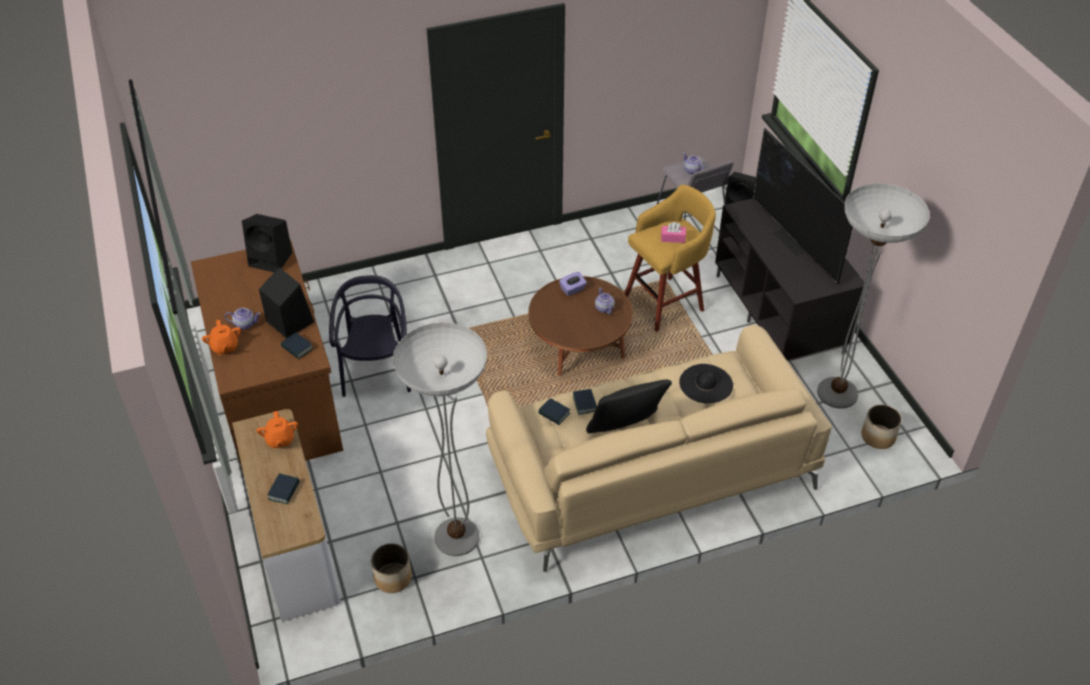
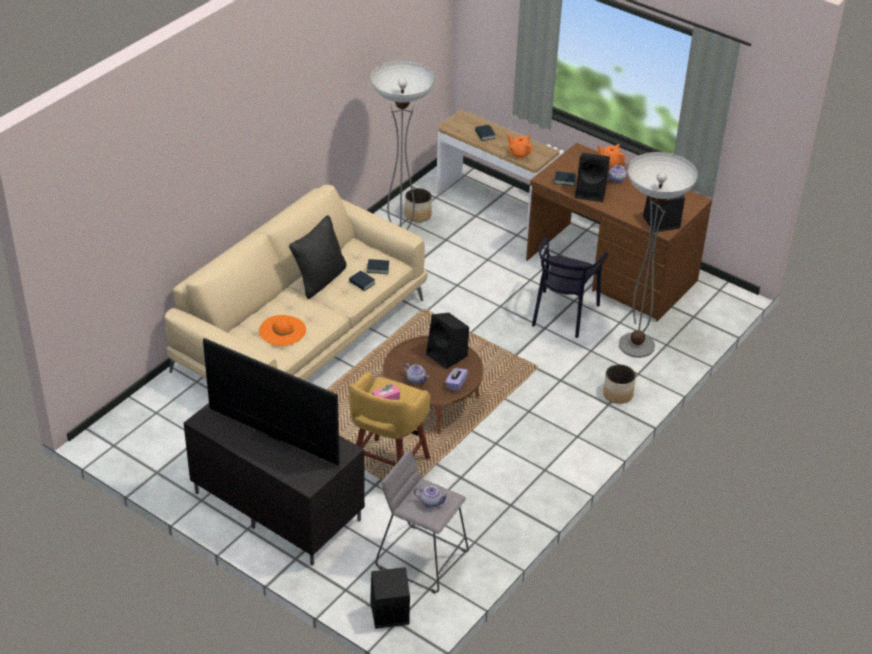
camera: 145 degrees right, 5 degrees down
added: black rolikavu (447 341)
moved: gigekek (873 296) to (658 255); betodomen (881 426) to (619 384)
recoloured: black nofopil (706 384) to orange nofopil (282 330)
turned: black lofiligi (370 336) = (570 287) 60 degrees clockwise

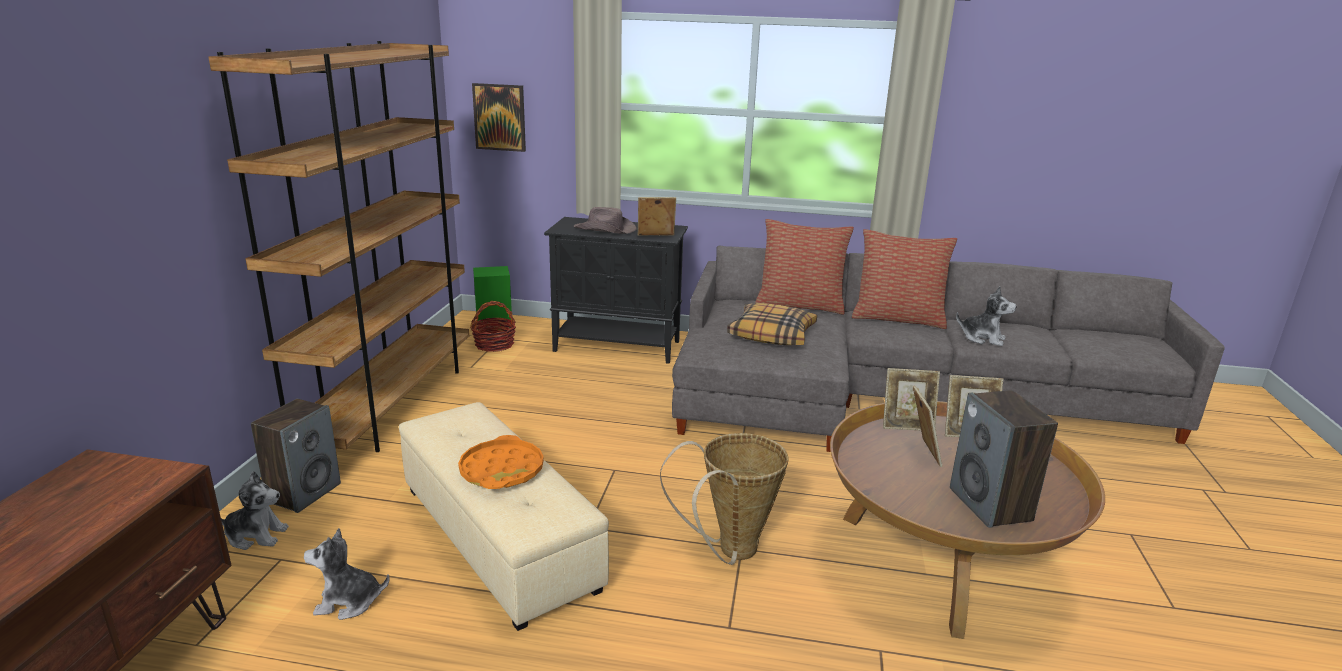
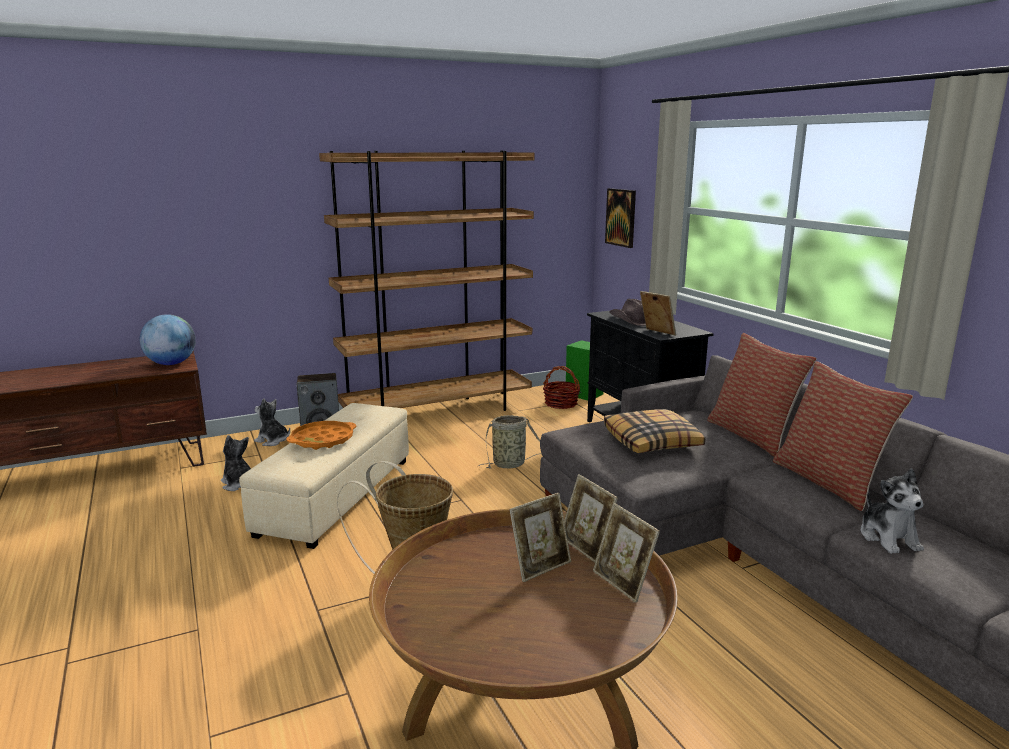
camera: 55 degrees right, 5 degrees down
removed: rolikavu (1004 459)
added: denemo (168 339); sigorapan (510 442)
turned: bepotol (255 510) = (272 422) 150 degrees clockwise

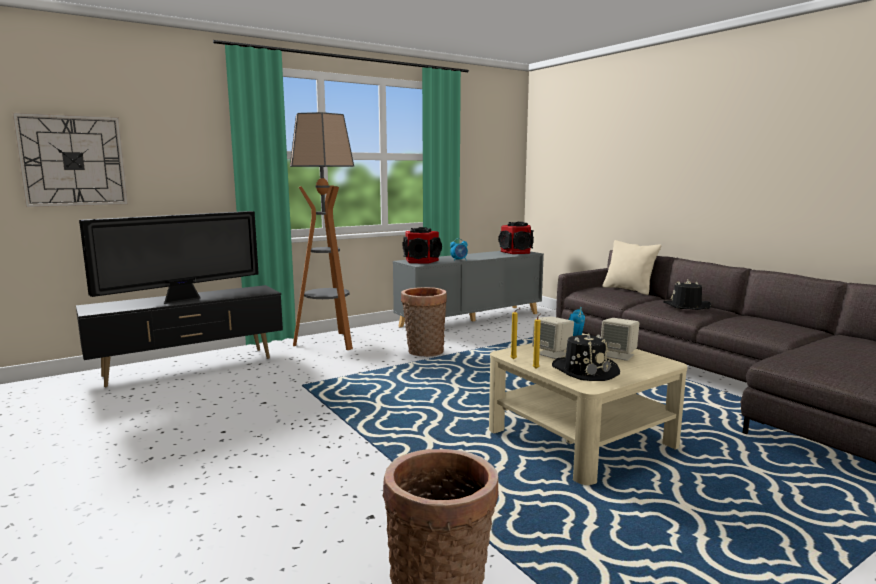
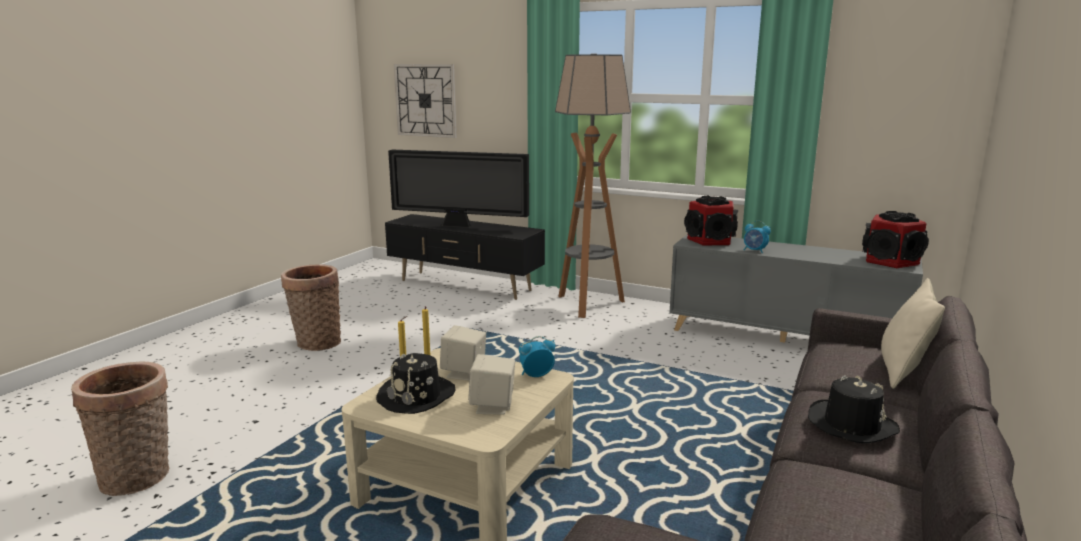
camera: 60 degrees right, 5 degrees up
moved: sigorapan (424 322) to (311 308)

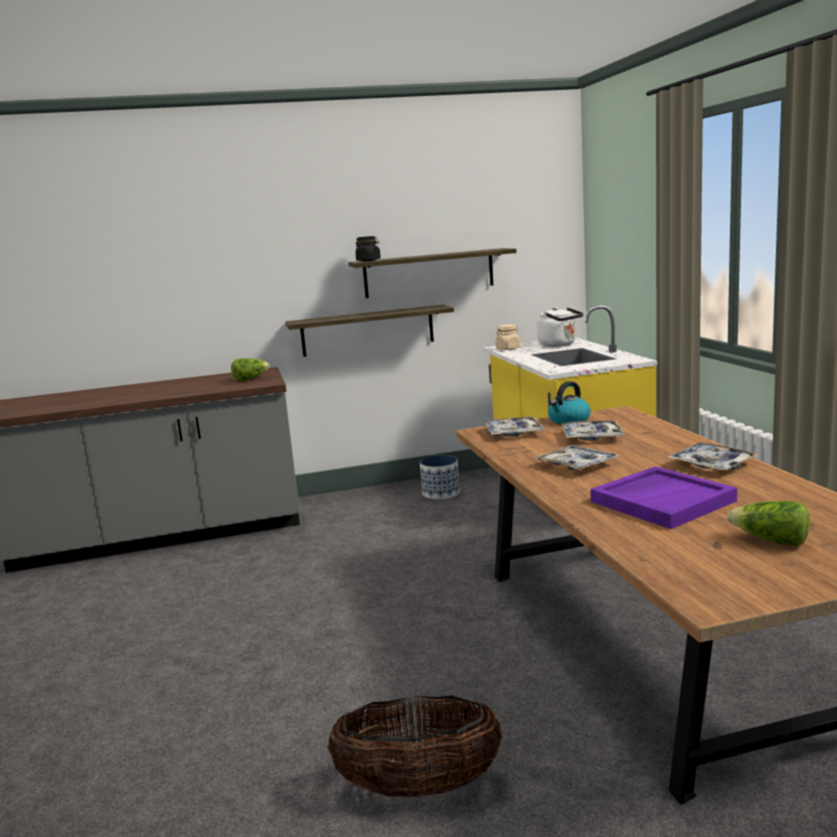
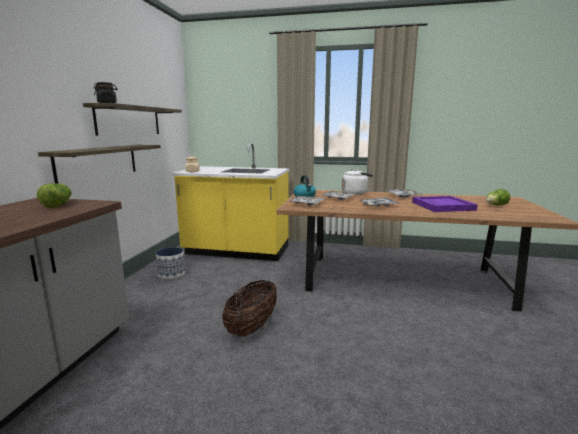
camera: 65 degrees left, 0 degrees up
moved: sigorapan (414 746) to (249 308); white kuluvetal (560 327) to (357 182)

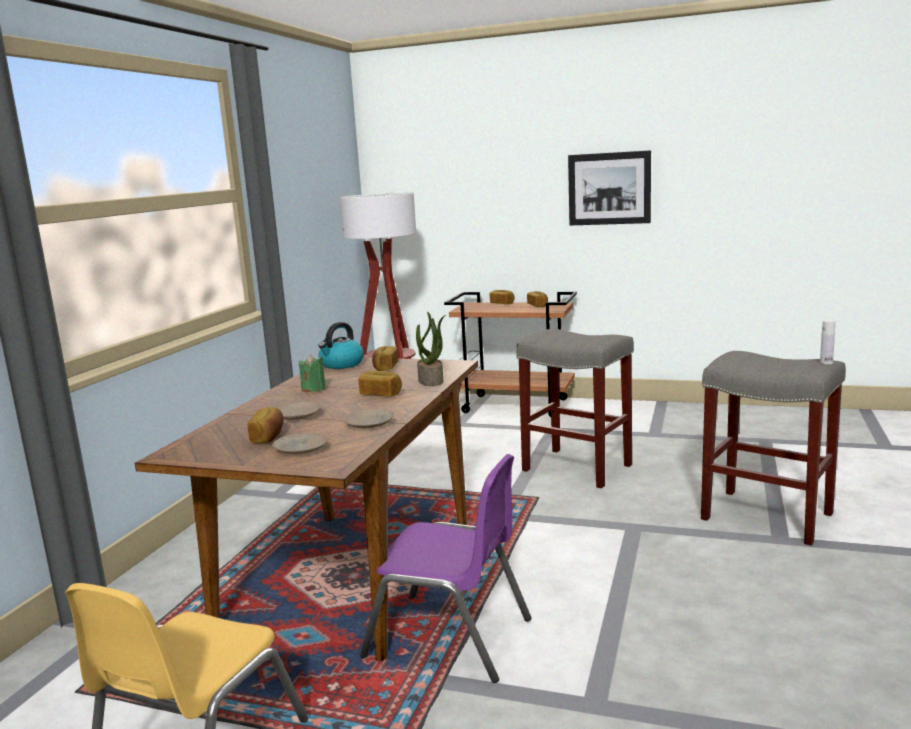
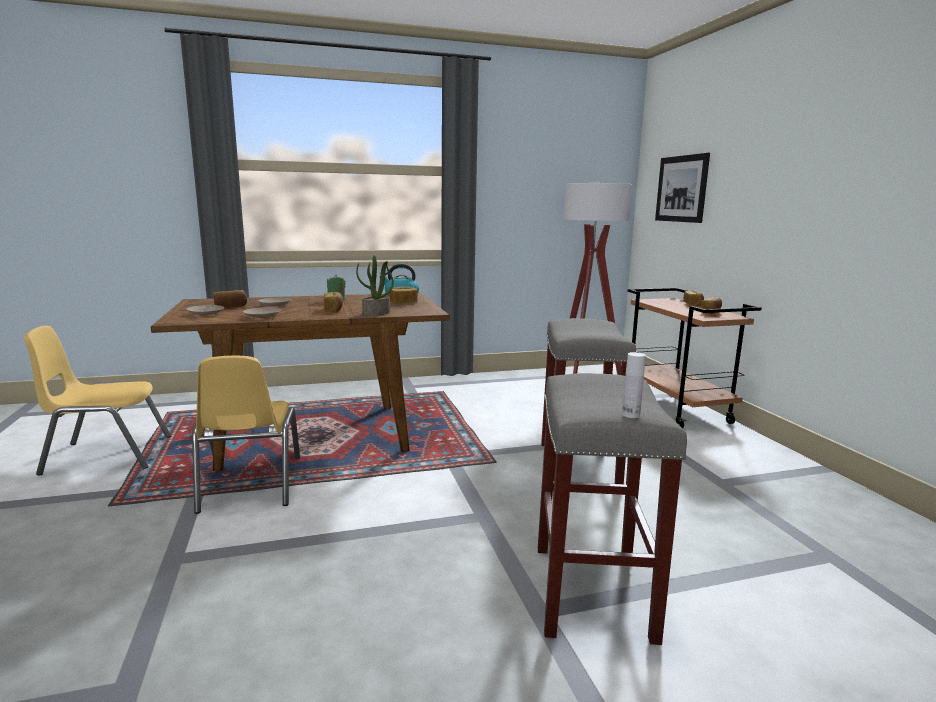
camera: 55 degrees right, 0 degrees up
moved: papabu (609 188) to (682 188)
recoloured: purple lofiligi (445 568) to yellow lofiligi (246 435)

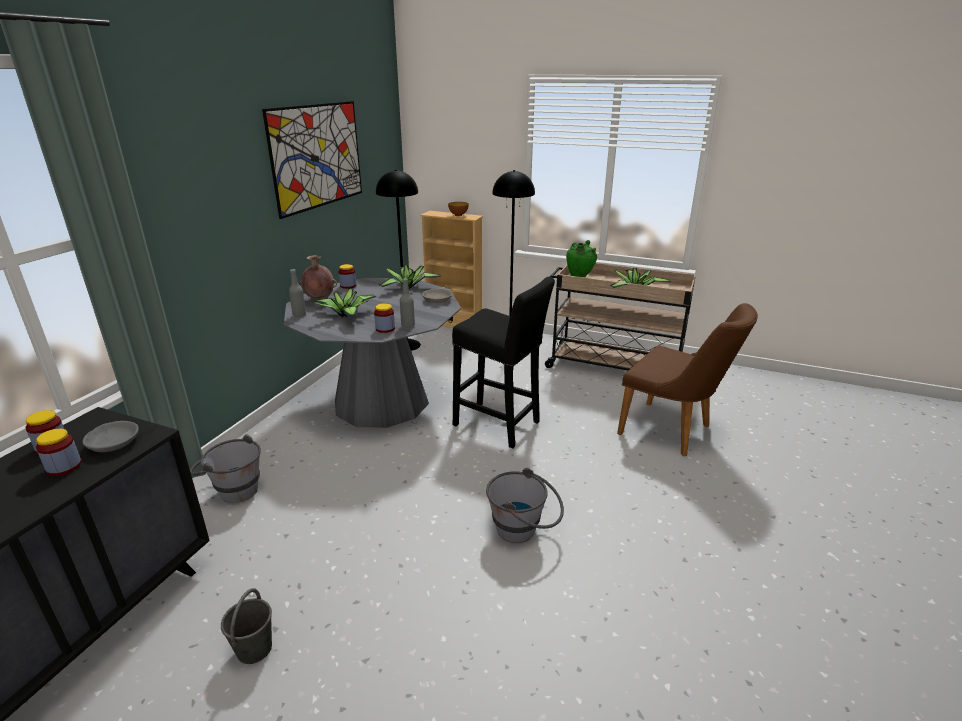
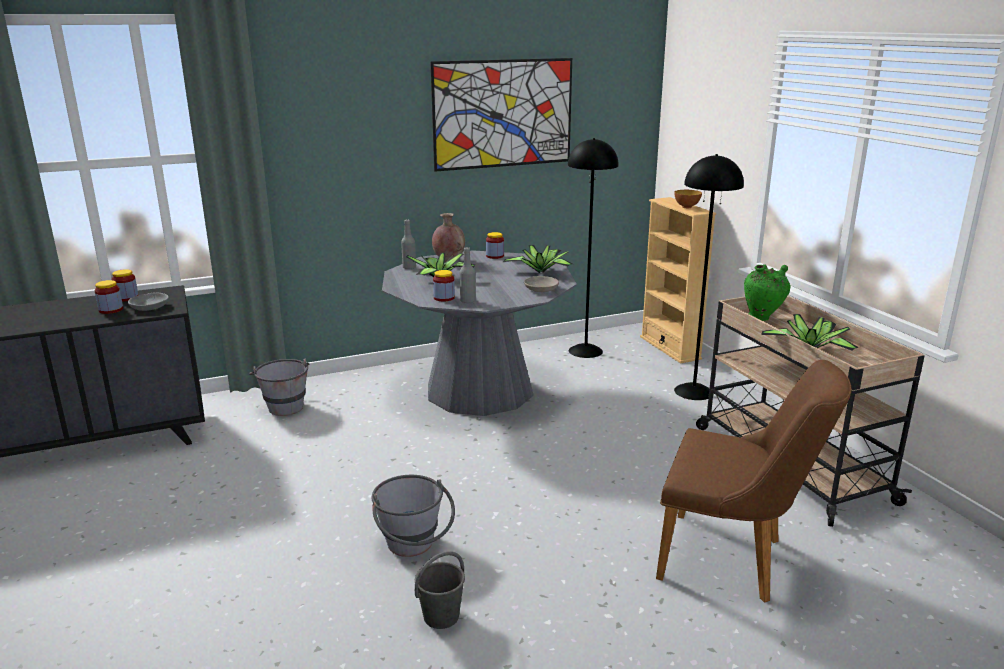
camera: 45 degrees right, 5 degrees down
removed: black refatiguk (503 362)
moved: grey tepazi (246 626) to (440 590)
turned: brown lofiligi (687 379) = (753 481) 60 degrees counterclockwise

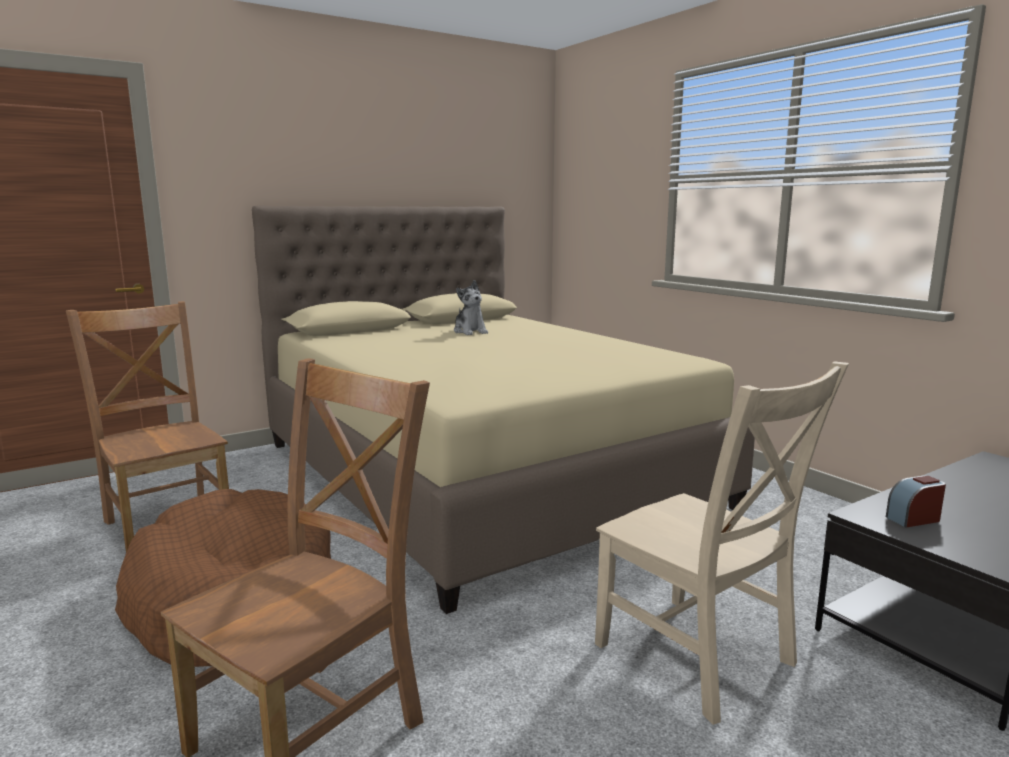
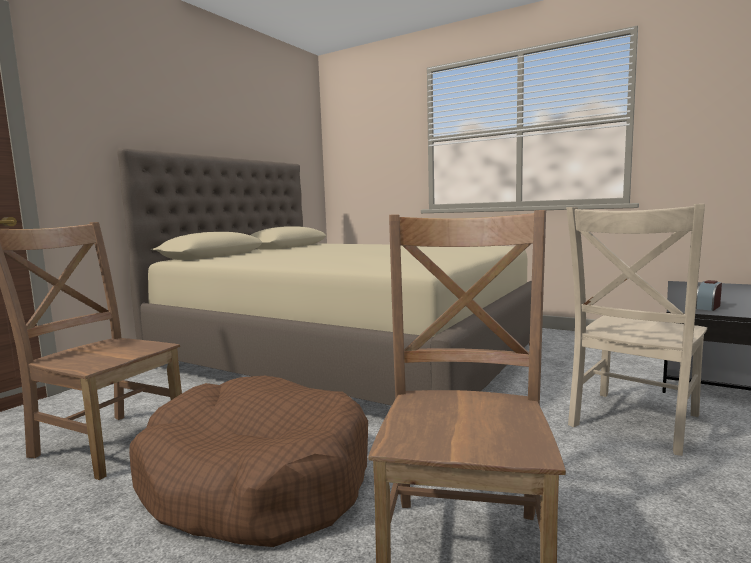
camera: 25 degrees left, 5 degrees down
removed: bepotol (471 307)
turned: beige lofiligi (722 543) = (636 330) 105 degrees clockwise

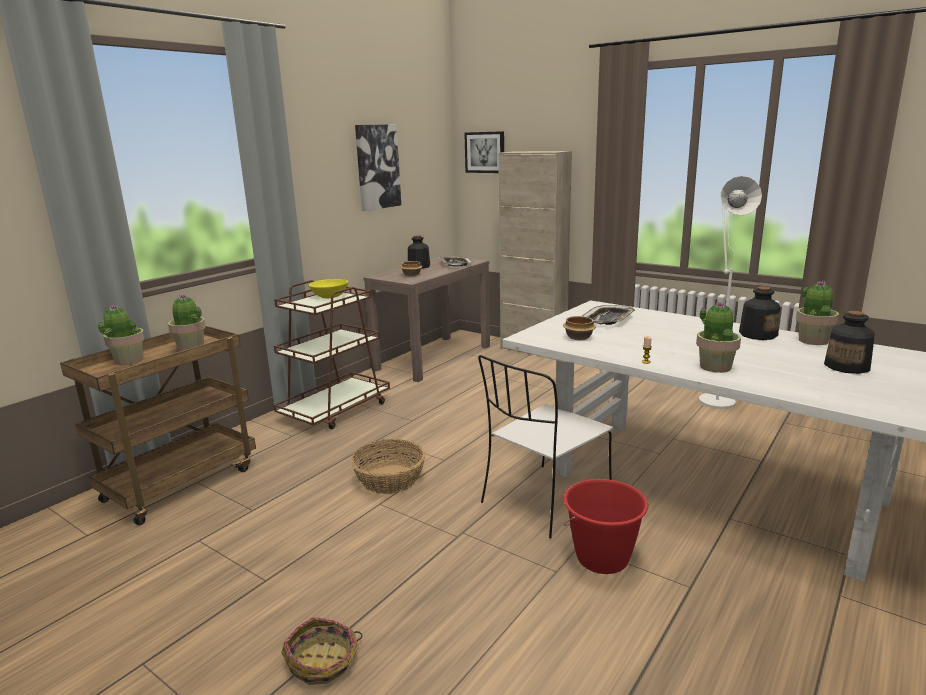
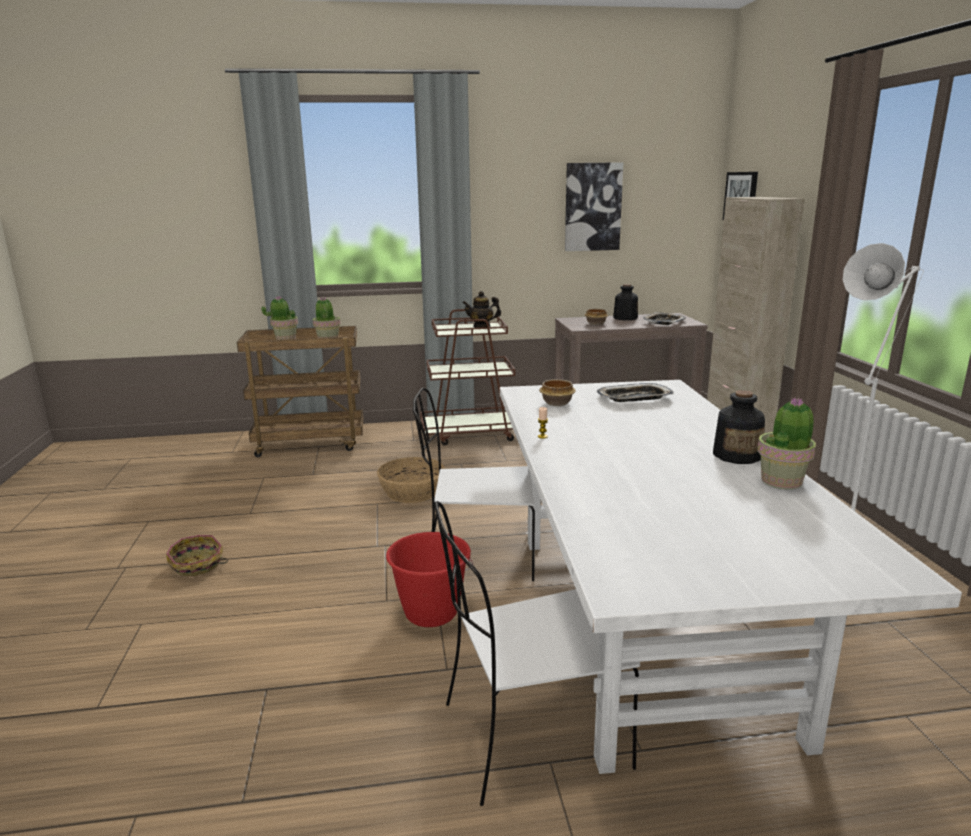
camera: 45 degrees right, 0 degrees up
removed: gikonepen (718 337); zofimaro (849 342)
added: white lofiligi (537 653)
replaced: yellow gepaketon (328 288) to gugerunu (482 309)

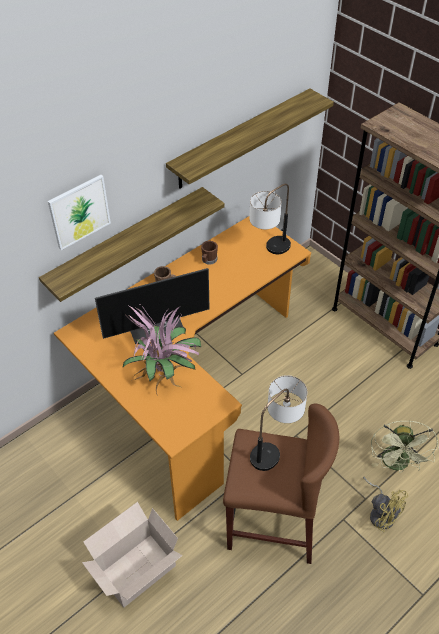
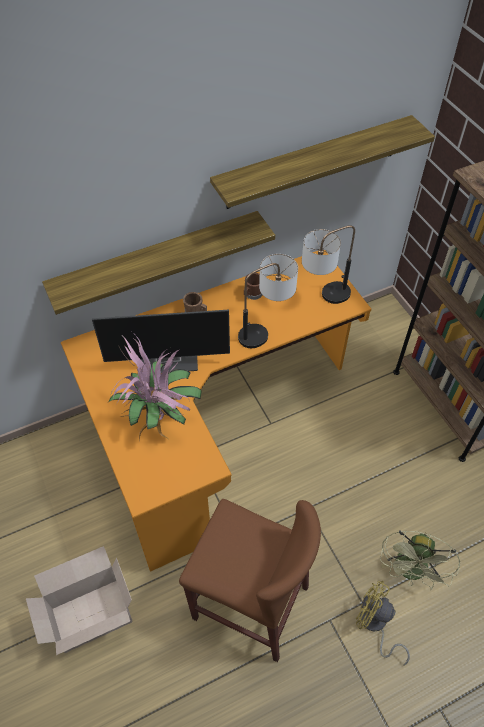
camera: 15 degrees right, 5 degrees up
removed: papabu (79 212)
moved: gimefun (278 423) to (268 301)
turned: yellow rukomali (385 504) = (383 623) 150 degrees clockwise

